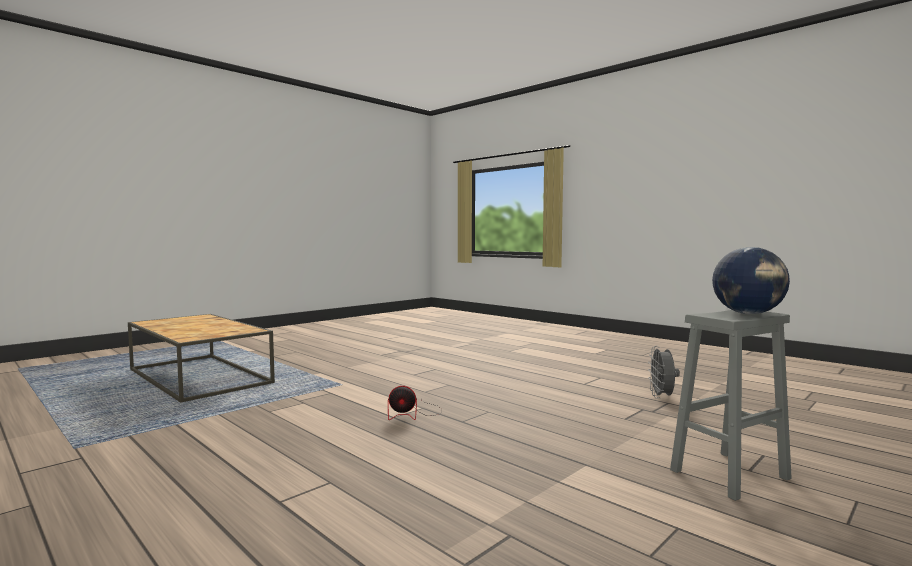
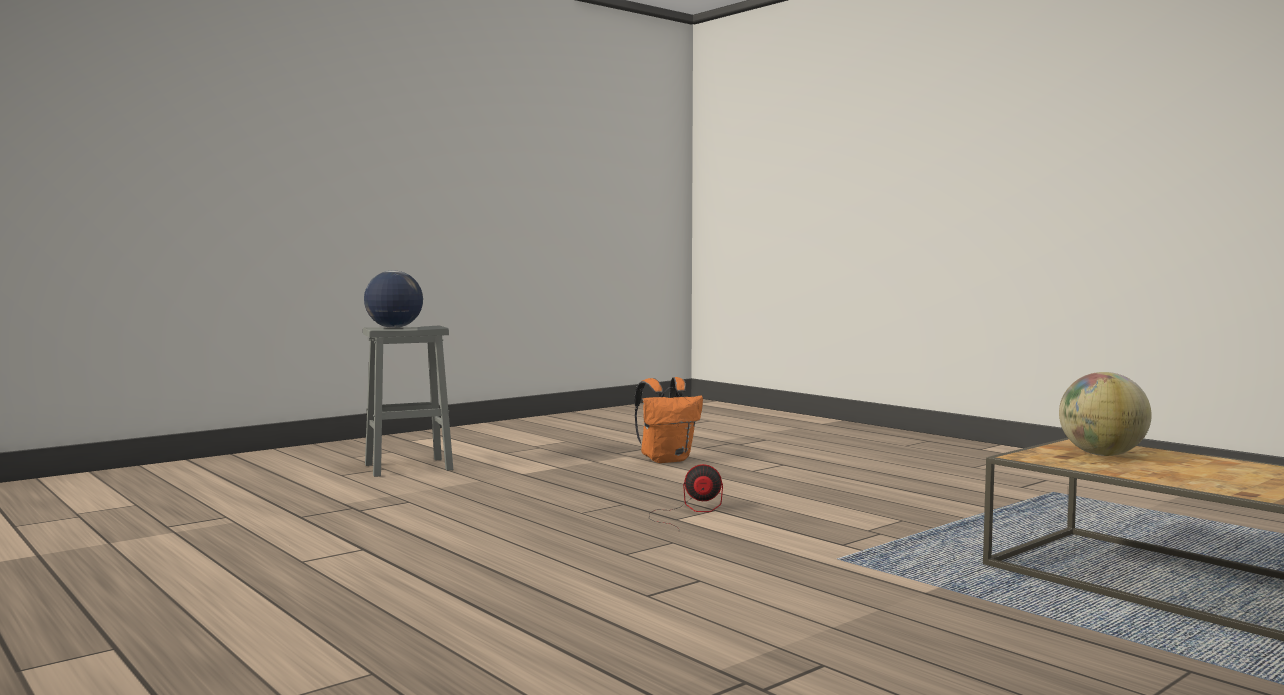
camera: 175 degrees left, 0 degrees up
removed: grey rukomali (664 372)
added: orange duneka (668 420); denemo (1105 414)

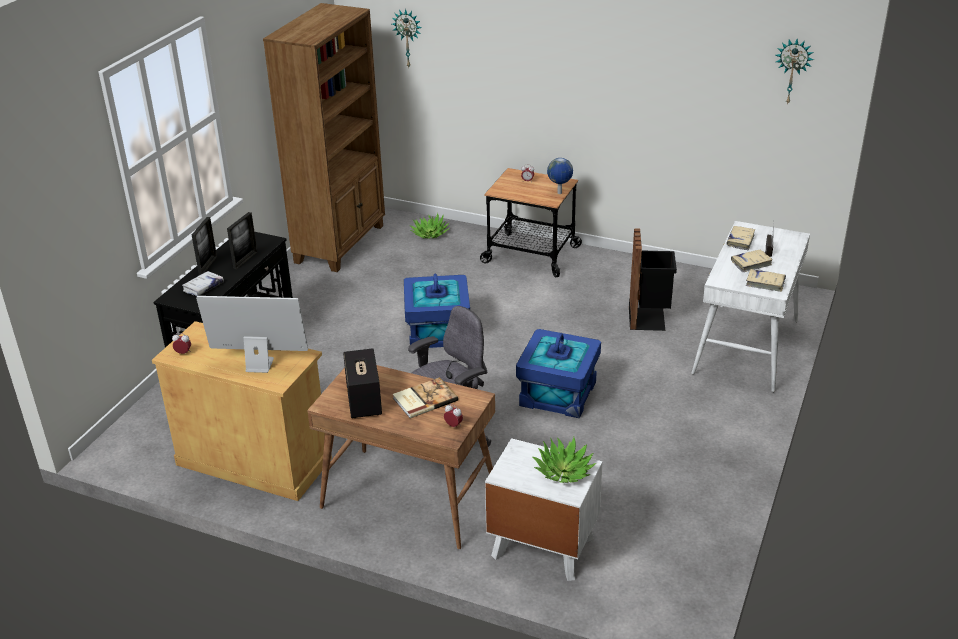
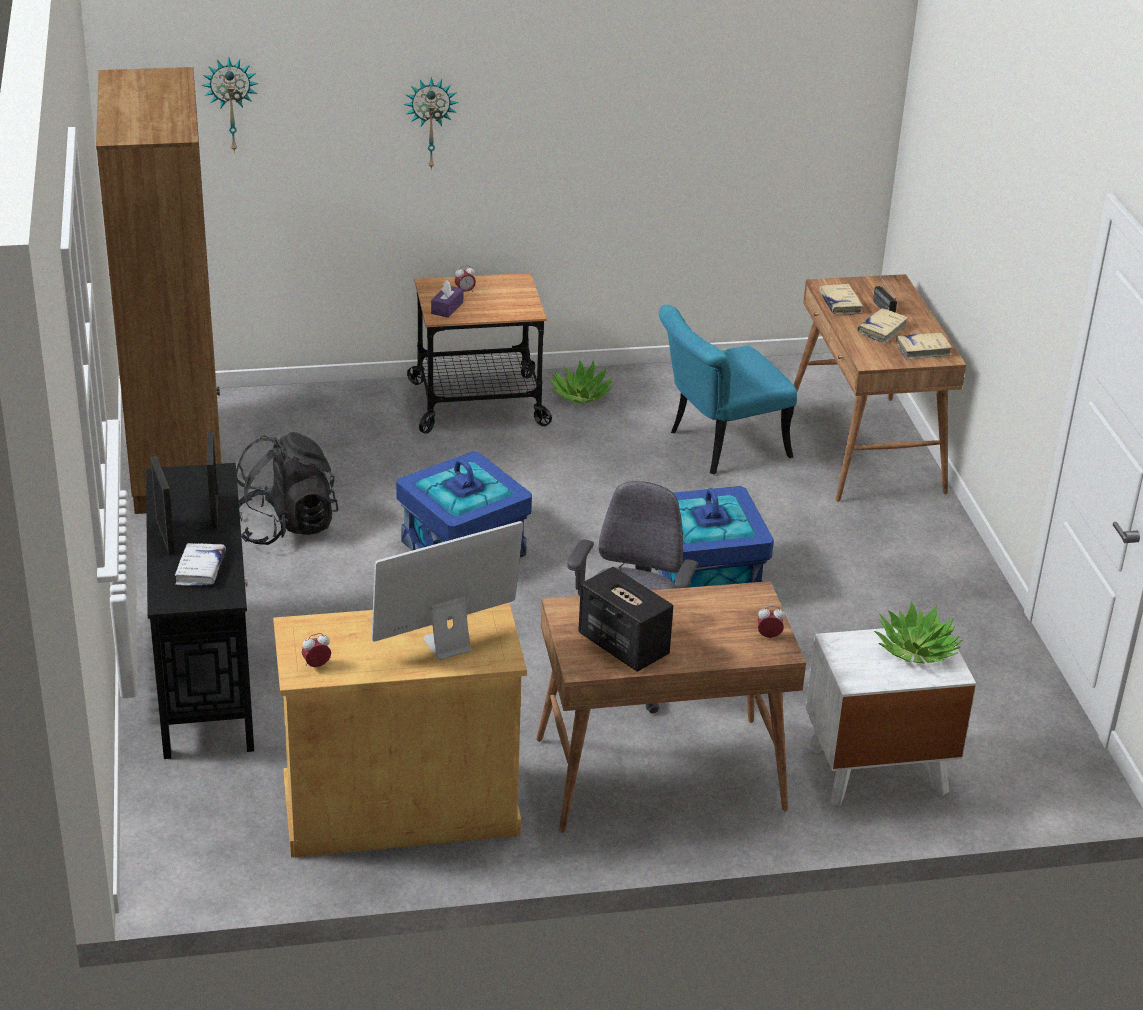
camera: 35 degrees left, 0 degrees up
removed: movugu (425 397); denemo (560 176)
added: black duneka (287 488); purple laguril (447 299)
moved: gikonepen (429 226) to (582 382); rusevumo (795 72) to (431 123)
replaced: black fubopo (653 280) to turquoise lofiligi (728 389)
recoloured: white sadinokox (751 306) to brown sadinokox (880 388)

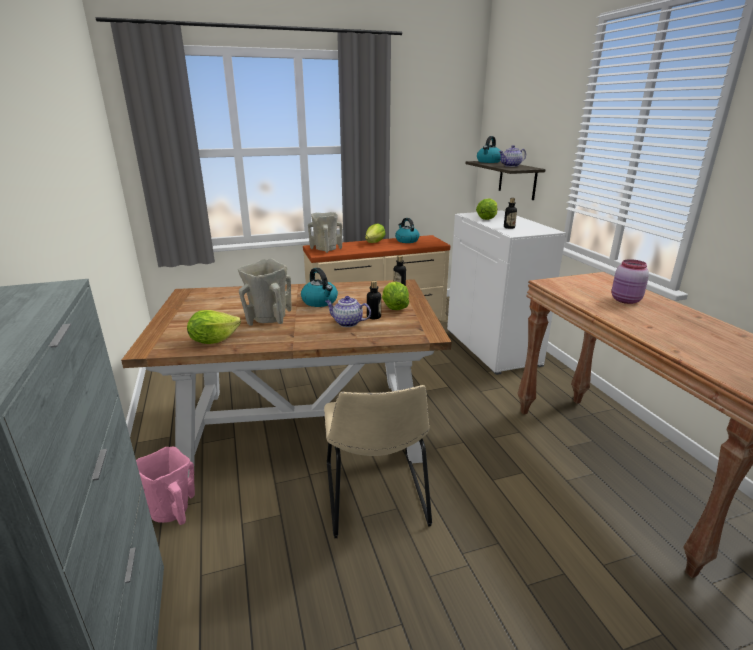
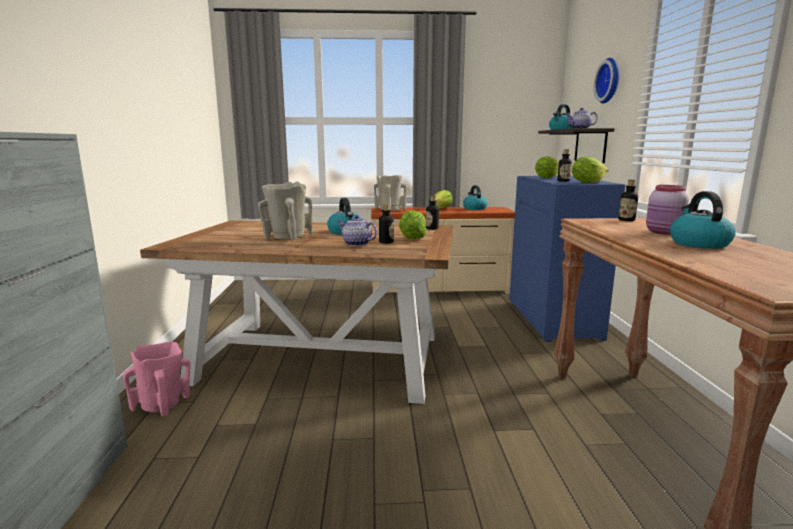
camera: 15 degrees right, 10 degrees down
removed: beige lofiligi (378 461)
added: rusevumo (607 81); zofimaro (628 200); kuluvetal (703 220)
moved: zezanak (214 327) to (590 170)
recoloured: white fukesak (506 293) to blue fukesak (567 259)

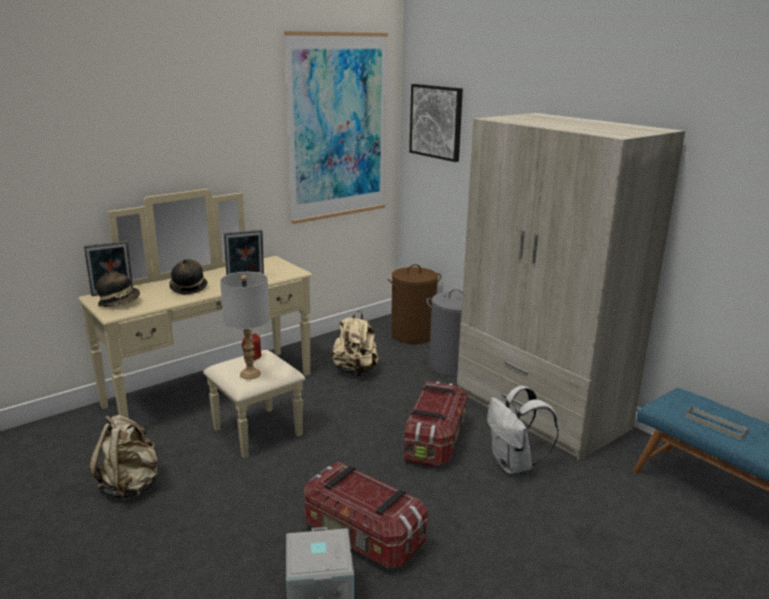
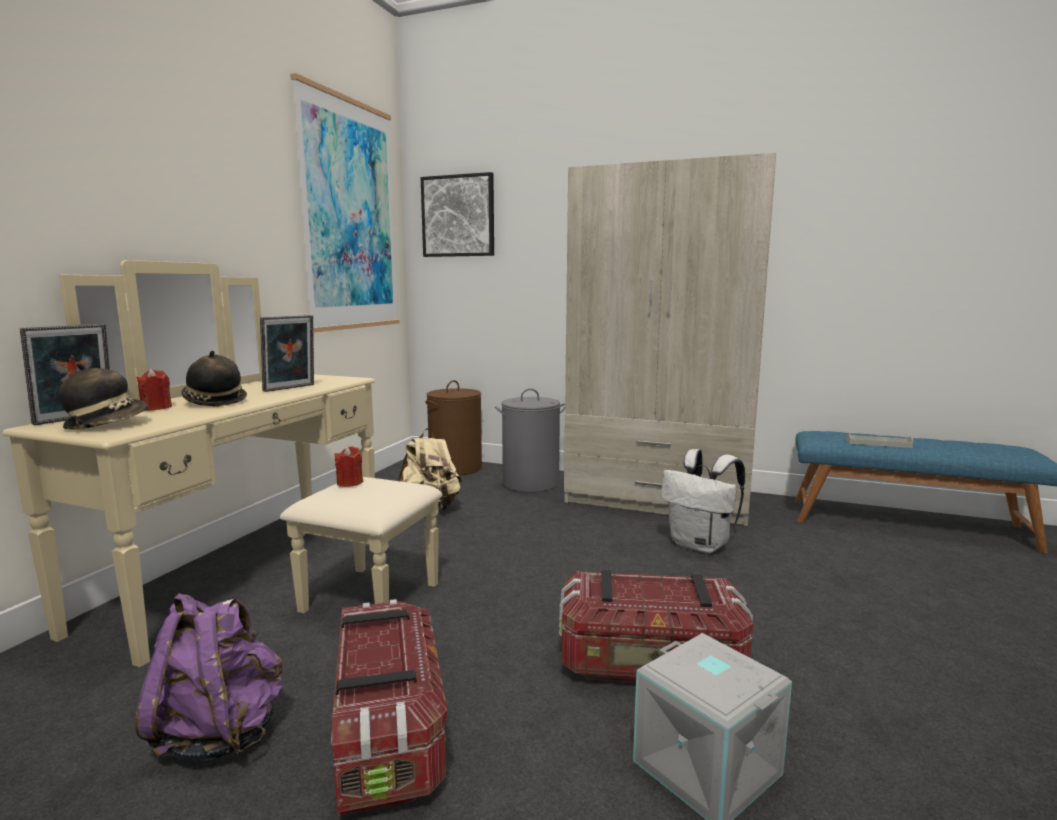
camera: 30 degrees left, 10 degrees down
removed: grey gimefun (245 325)
added: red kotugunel (154 390)
moved: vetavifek (436 424) to (389 707)
recoloured: beige duneka (123 457) to purple duneka (209 677)

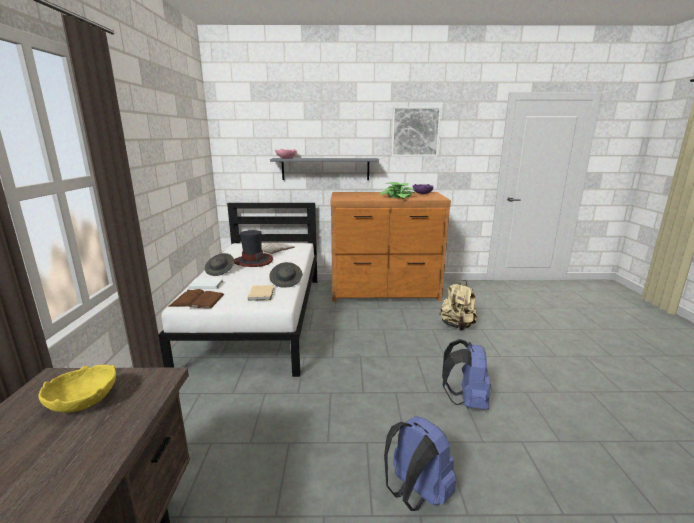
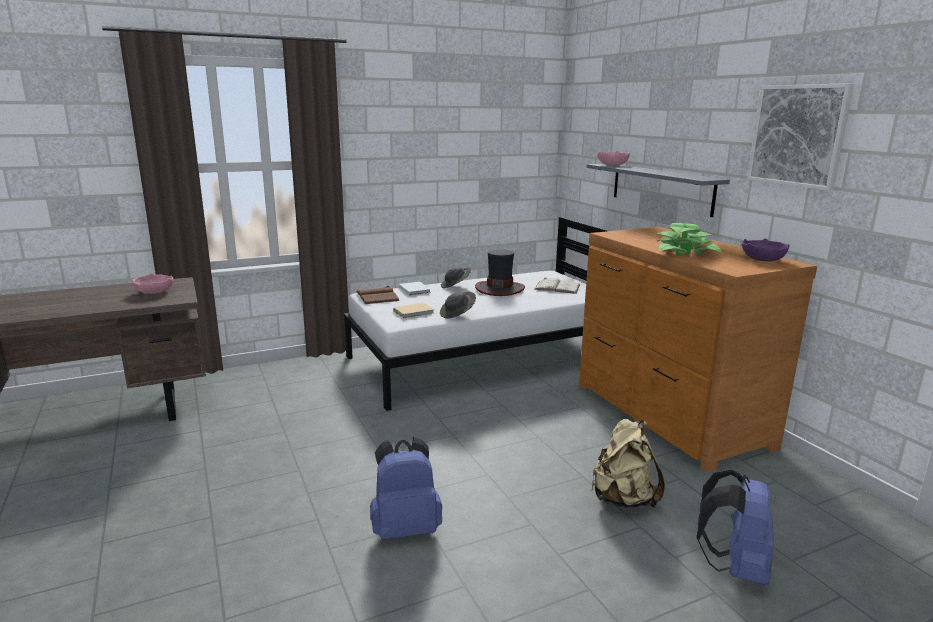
camera: 65 degrees right, 0 degrees up
moved: blue duneka (420 463) to (735 527)
recoloured: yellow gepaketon (77 388) to pink gepaketon (152 283)

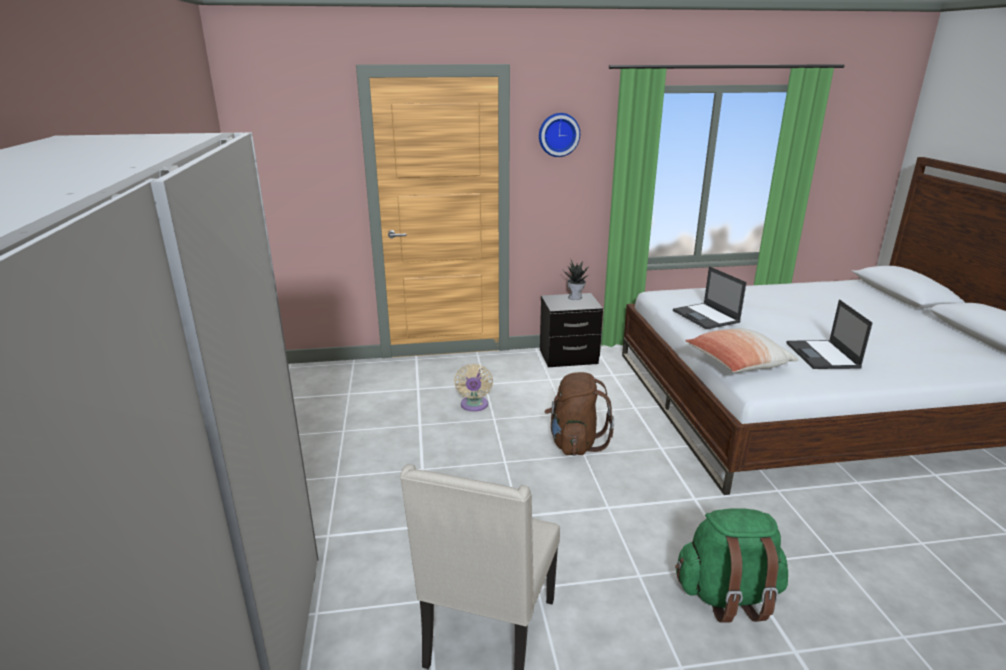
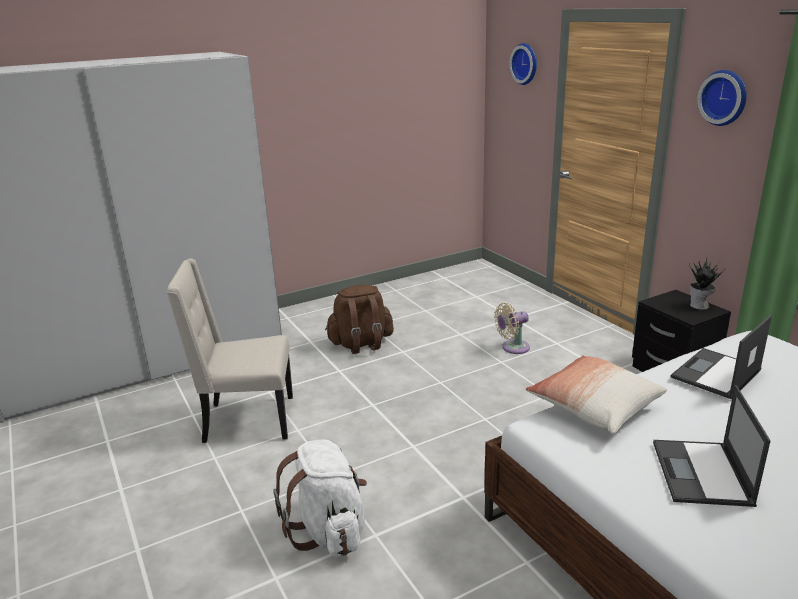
camera: 70 degrees right, 0 degrees up
added: rusevumo (523 64)
moved: brown duneka (579 414) to (359 319)
recoloured: green duneka (731 566) to white duneka (320 498)
turned: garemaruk (829 334) = (712 446) 60 degrees counterclockwise

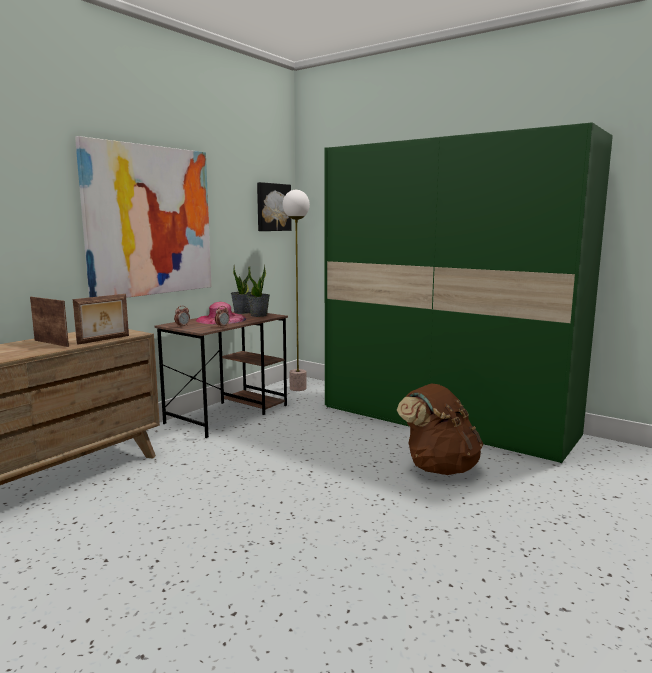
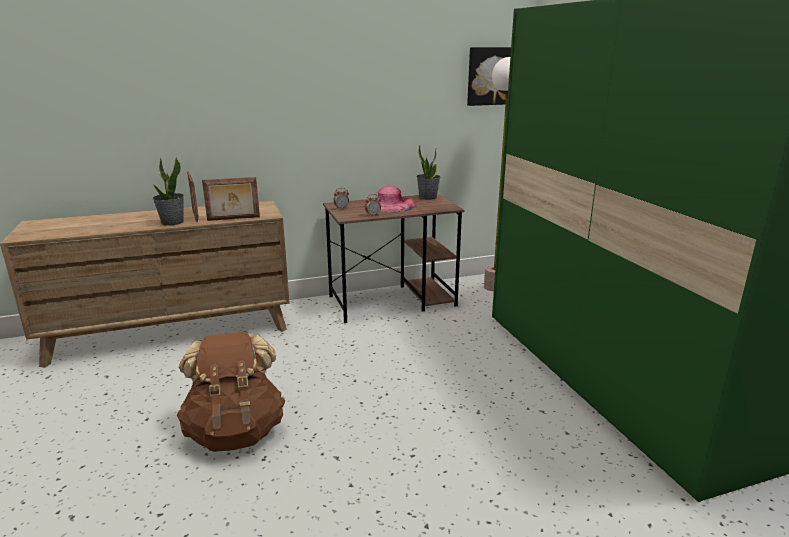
camera: 35 degrees right, 10 degrees up
removed: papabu (143 217)
moved: gikonepen (258 290) to (168 191); brown duneka (440 429) to (231 392)

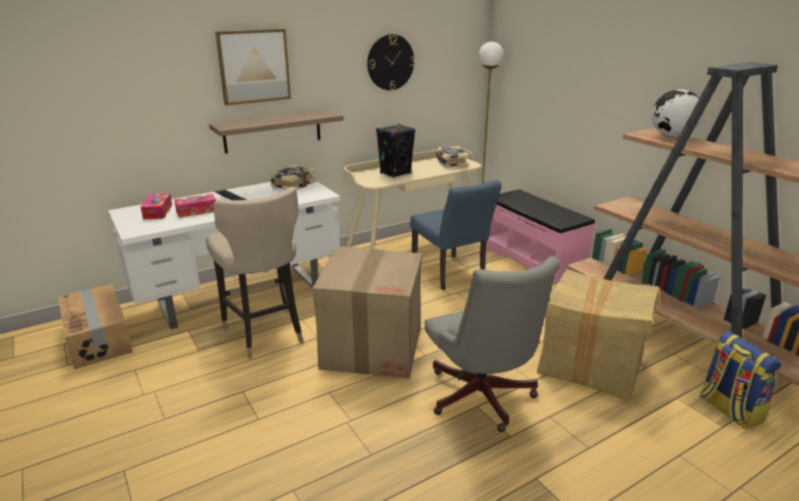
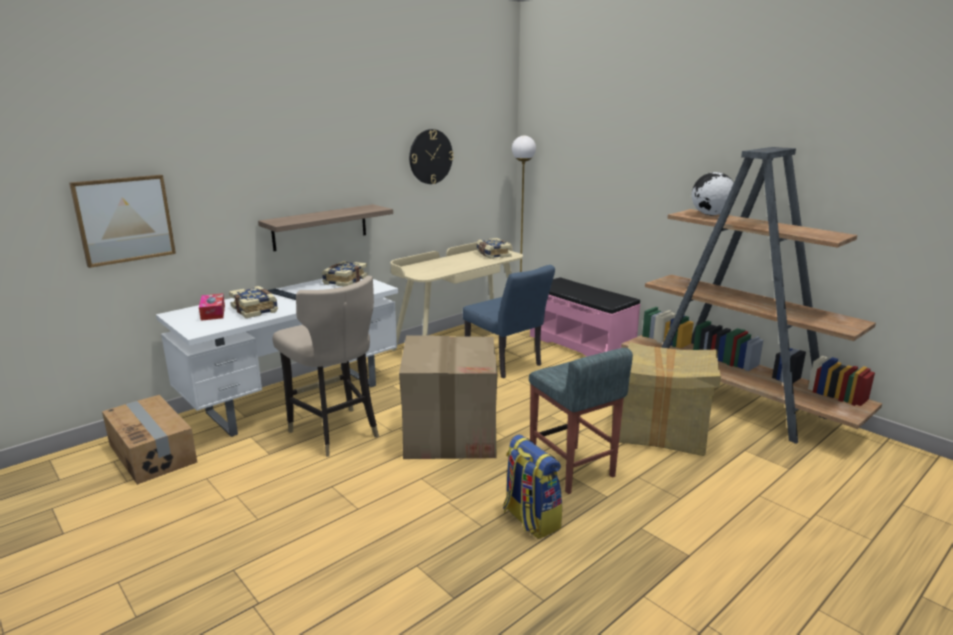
camera: 10 degrees left, 5 degrees down
removed: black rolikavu (395 151)
moved: papabu (253 67) to (122 221); duneka (741 380) to (532 487)
replaced: laguril (195 206) to movugu (253 302); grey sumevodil (492 344) to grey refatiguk (581 421)

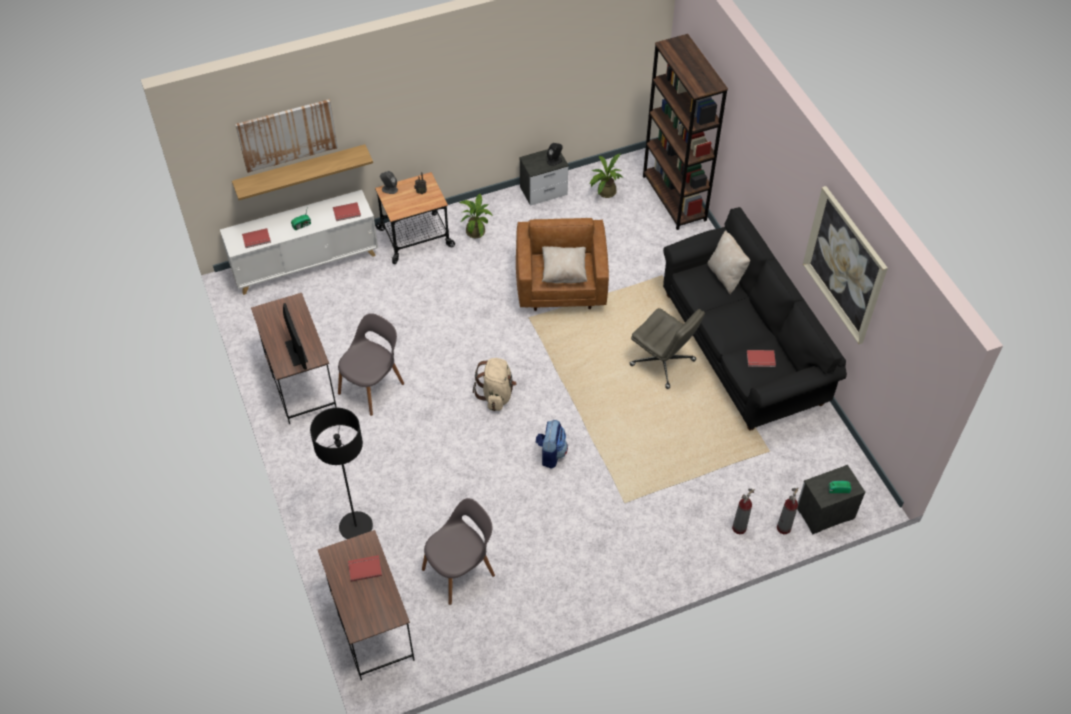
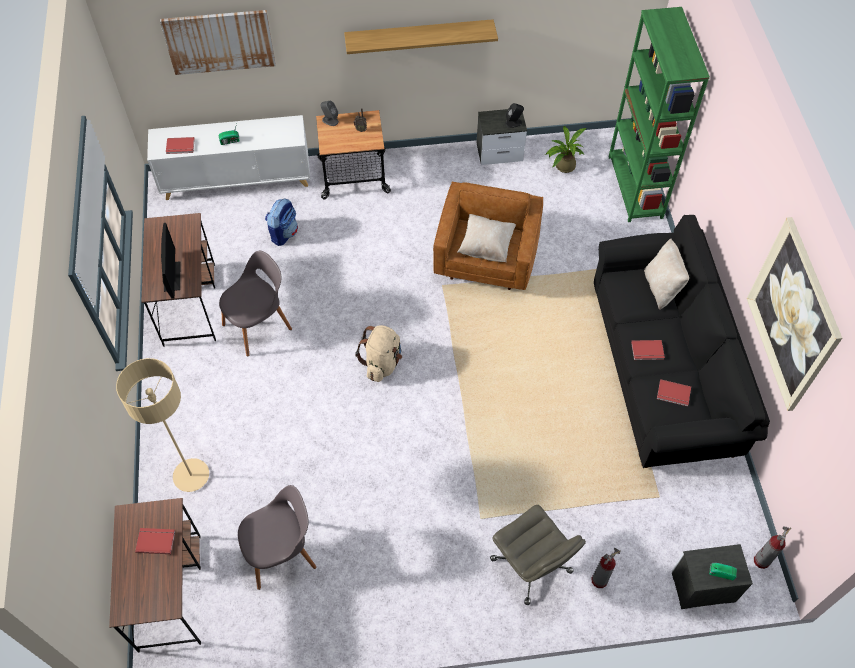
camera: 15 degrees right, 5 degrees up
removed: gikonepen (476 216)
moved: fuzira (302 172) to (421 36); red movugu (347 211) to (648 350); duneka (552 444) to (281 222); grey sumevodil (667 348) to (538 555); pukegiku (788 511) to (772 548)
recoloured: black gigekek (341 473) to beige gigekek (162 425); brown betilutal (685 132) to green betilutal (659 114)

